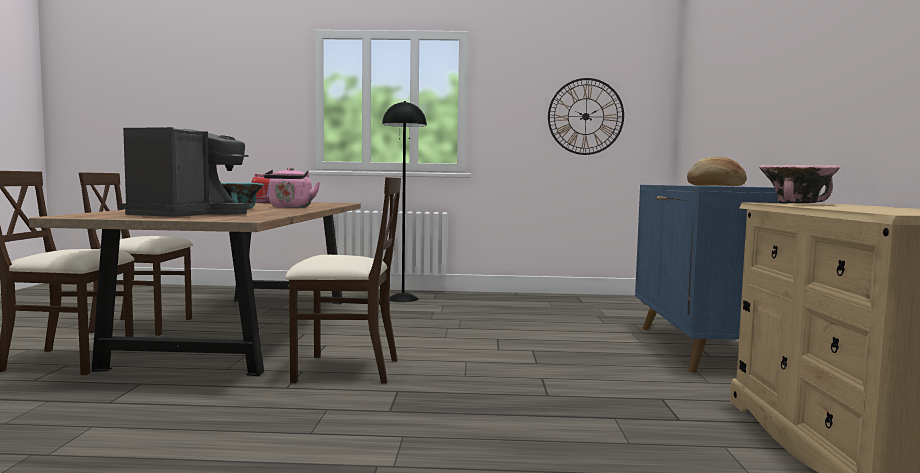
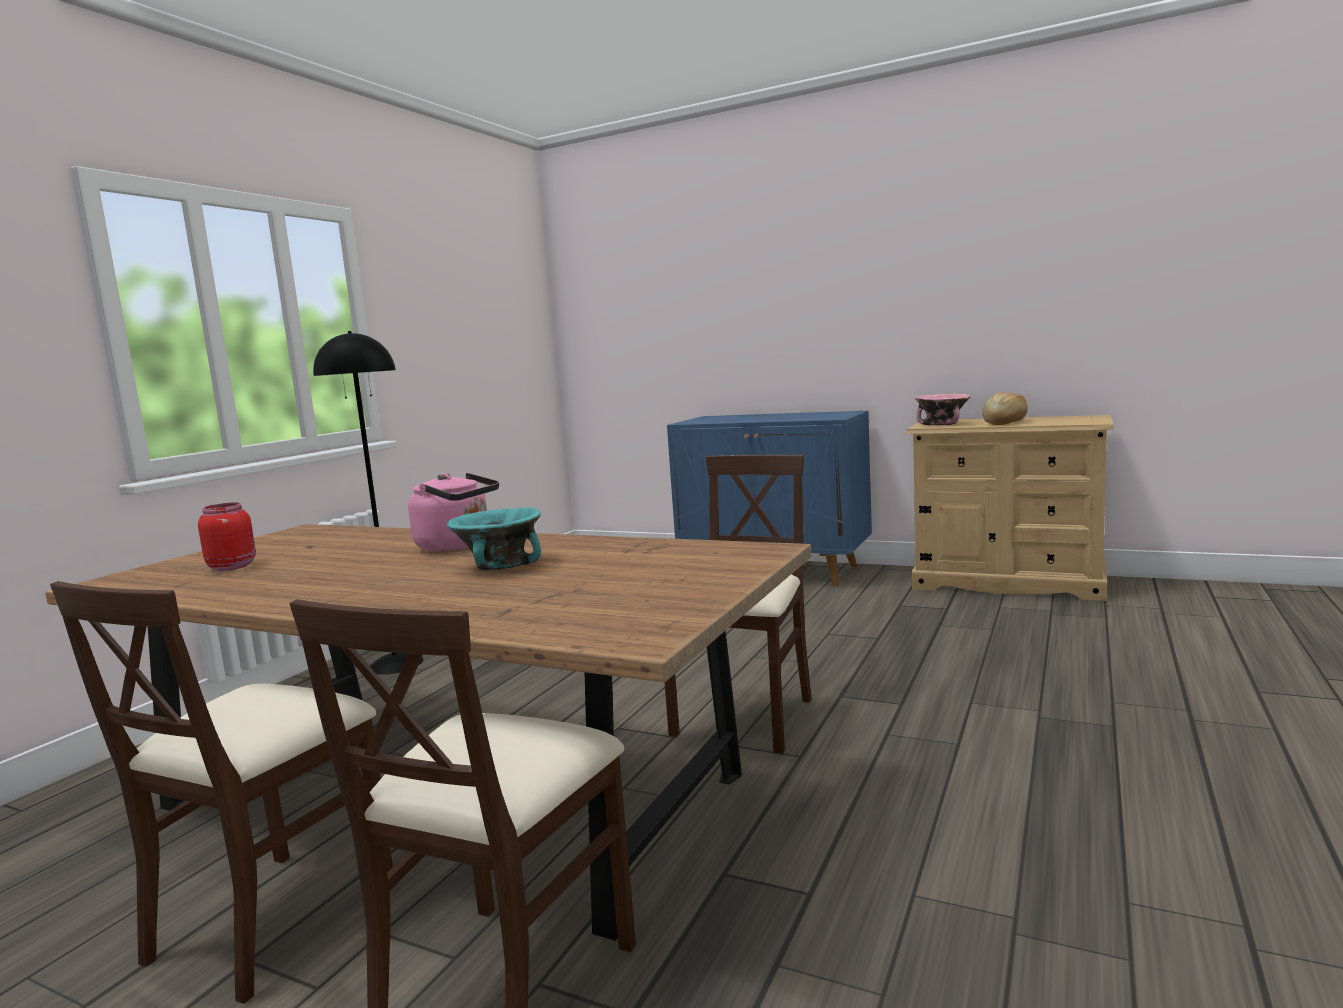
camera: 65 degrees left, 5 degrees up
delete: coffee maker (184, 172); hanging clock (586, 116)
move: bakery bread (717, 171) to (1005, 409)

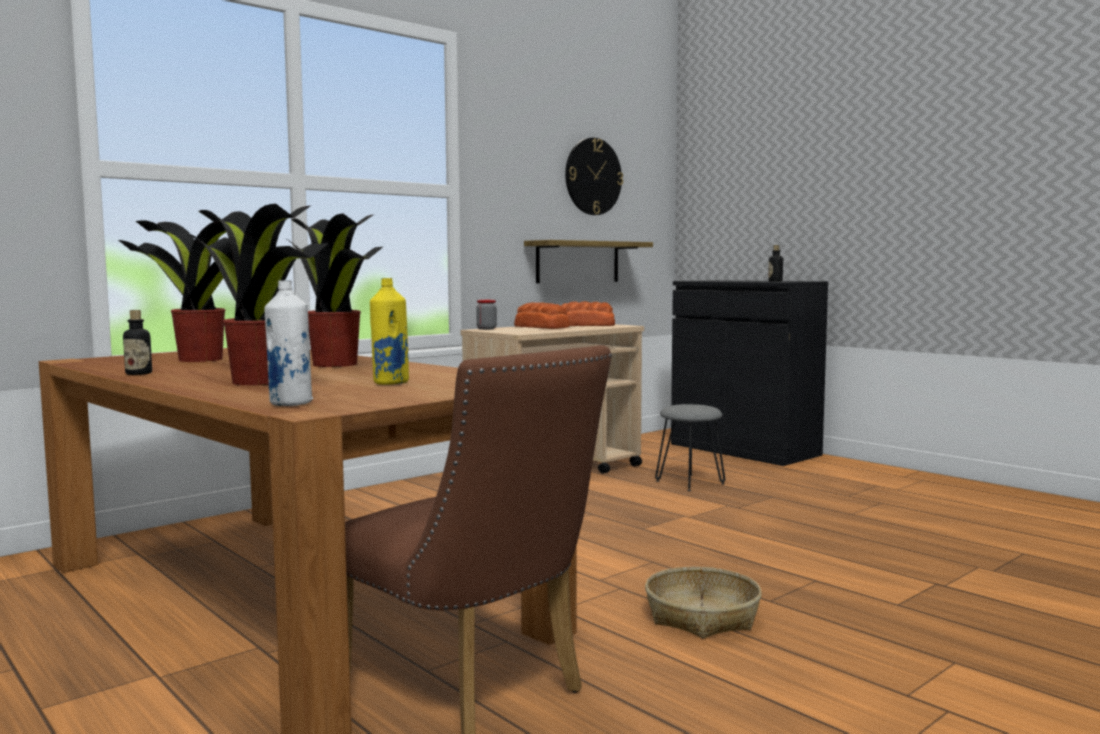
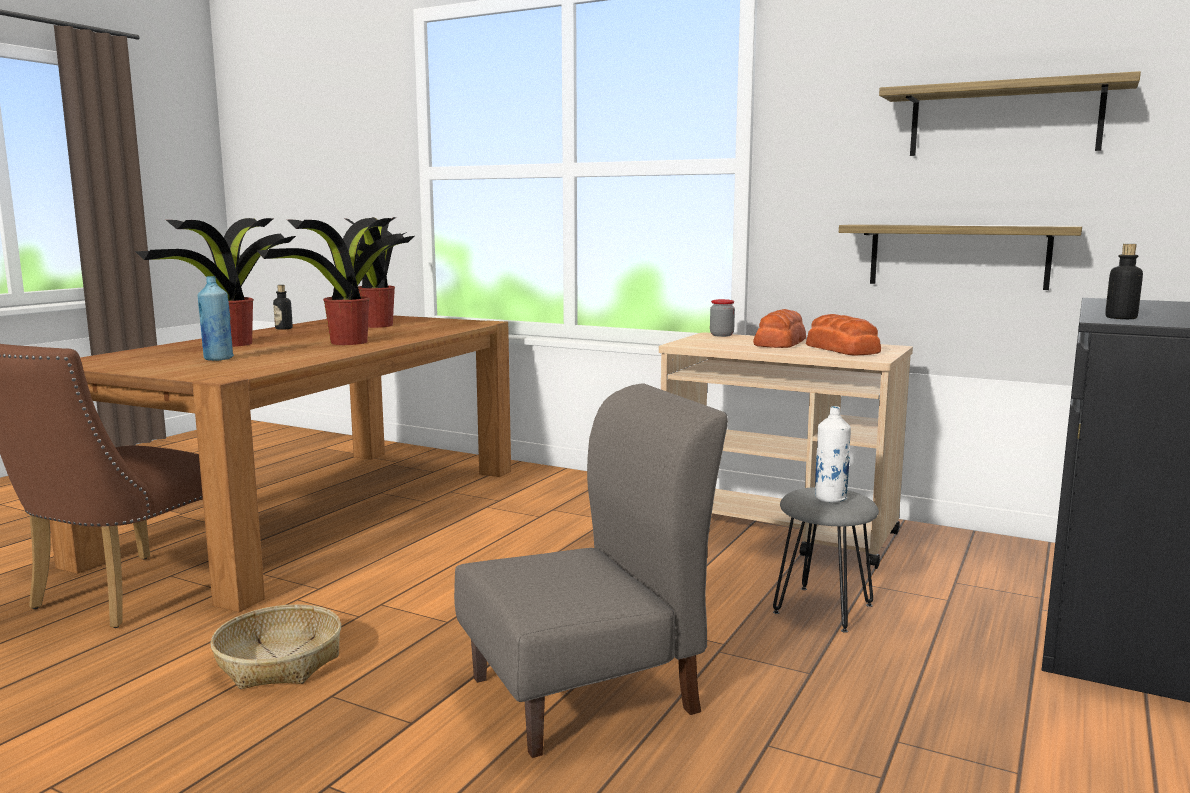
camera: 70 degrees right, 5 degrees up
insert: greyish plain chair (591, 570)
move: whitish beverage bottle (289, 343) to (833, 454)
replace: hanging clock (594, 176) to bracket shelf (1010, 113)
recolor: yellowish beverage bottle (389, 331) to blue-coloured beverage bottle (215, 318)

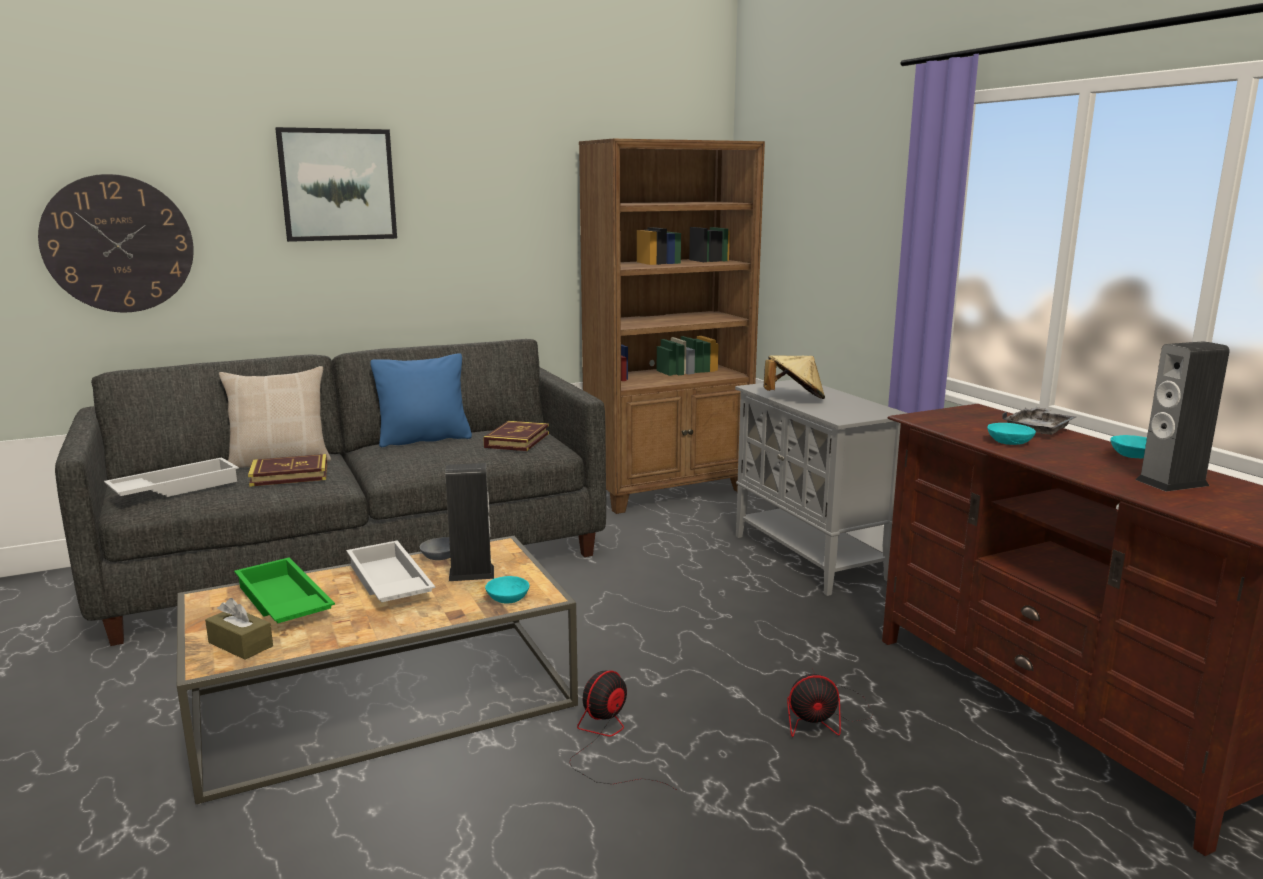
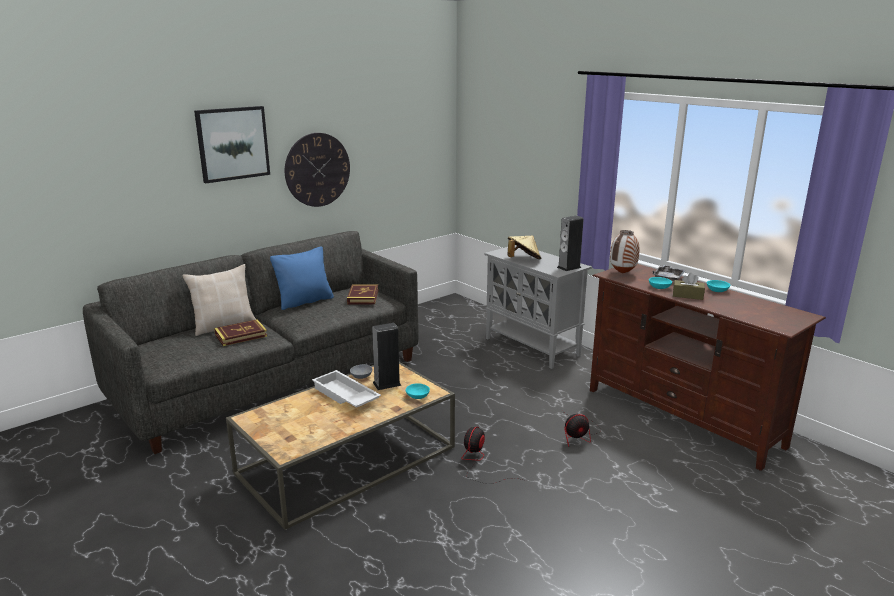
camera: 15 degrees left, 5 degrees up
delete: whitish carrying tray (171, 477); green carrying tray (284, 590); brownish shelving unit (672, 326)
insert: decorative vase (625, 252)
move: hanging clock (116, 243) to (317, 170); brownish tissue box (239, 629) to (689, 286); speaker (1183, 416) to (570, 243)

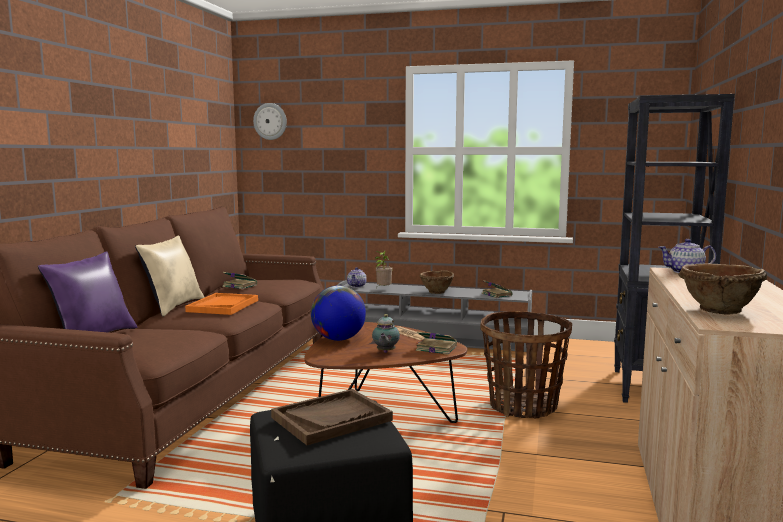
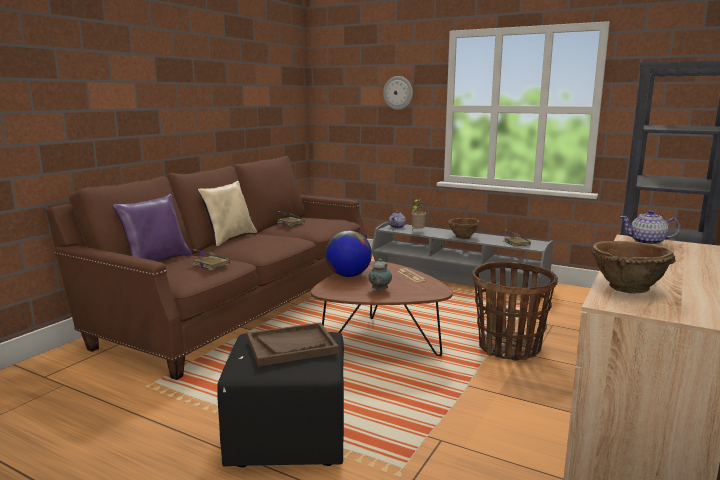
camera: 15 degrees right, 5 degrees up
delete: orange-coloured carrying tray (221, 304)
move: hanging clock (270, 121) to (398, 93); book (436, 343) to (211, 259)

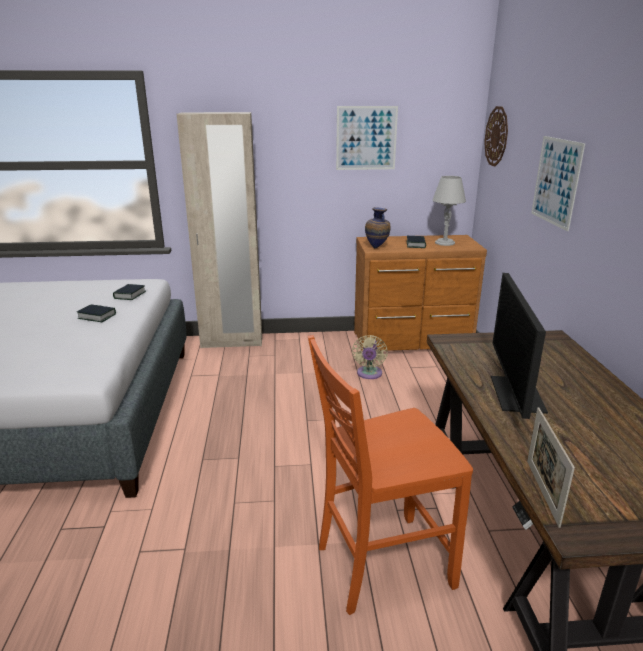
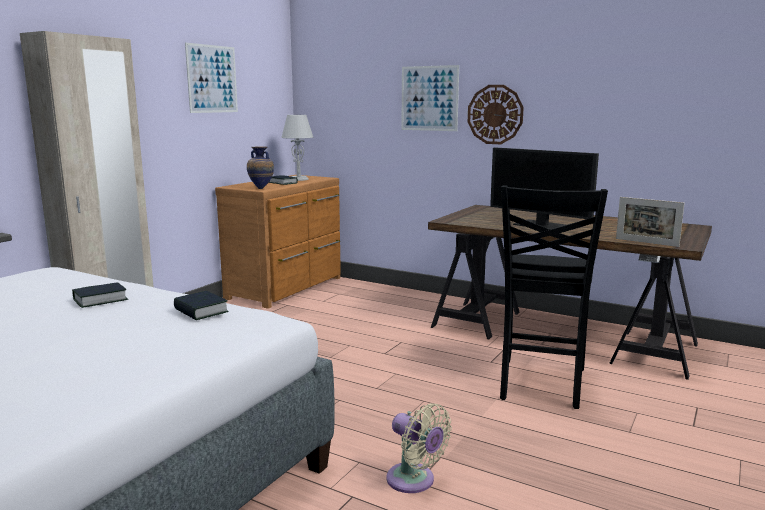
camera: 55 degrees left, 10 degrees down
move: book (129, 292) to (201, 305); beige-coloured cooling fan (370, 357) to (419, 448); hanging clock (496, 136) to (496, 114)
recolor: orange-coloured plain chair (390, 475) to black-coloured plain chair (554, 297)

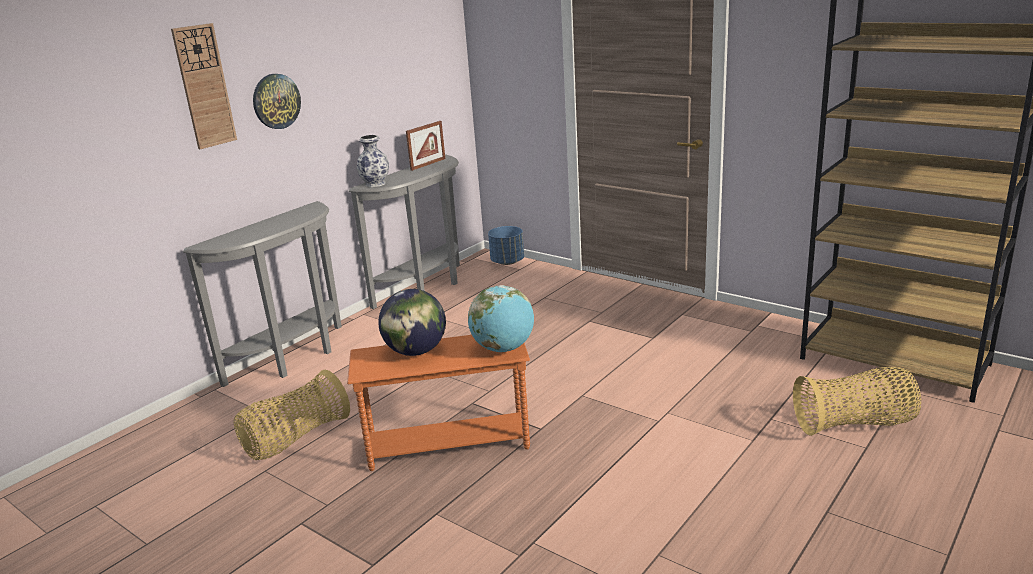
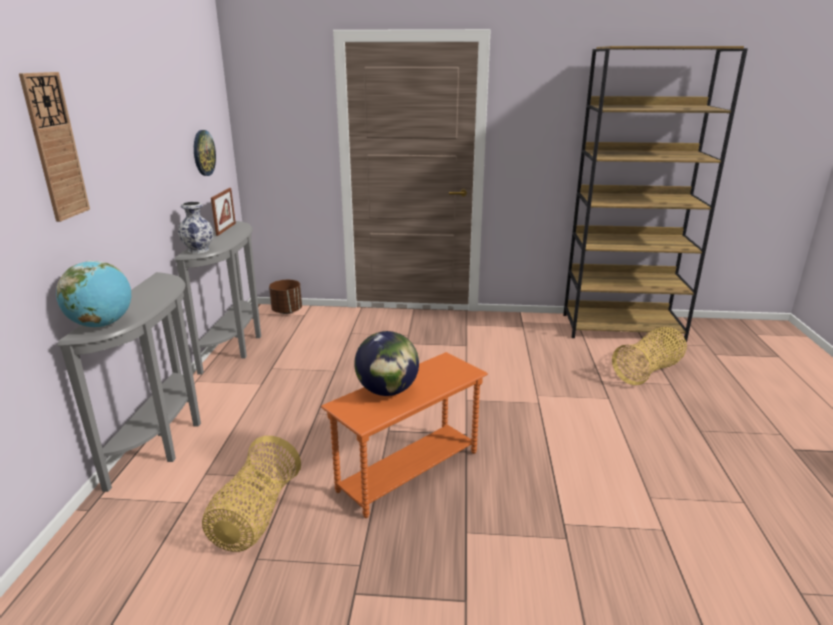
camera: 35 degrees left, 0 degrees up
move: hanging clock (277, 101) to (205, 153); desk globe (501, 318) to (93, 294)
recolor: blue-coloured plant pot (506, 245) to brownish plant pot (285, 297)

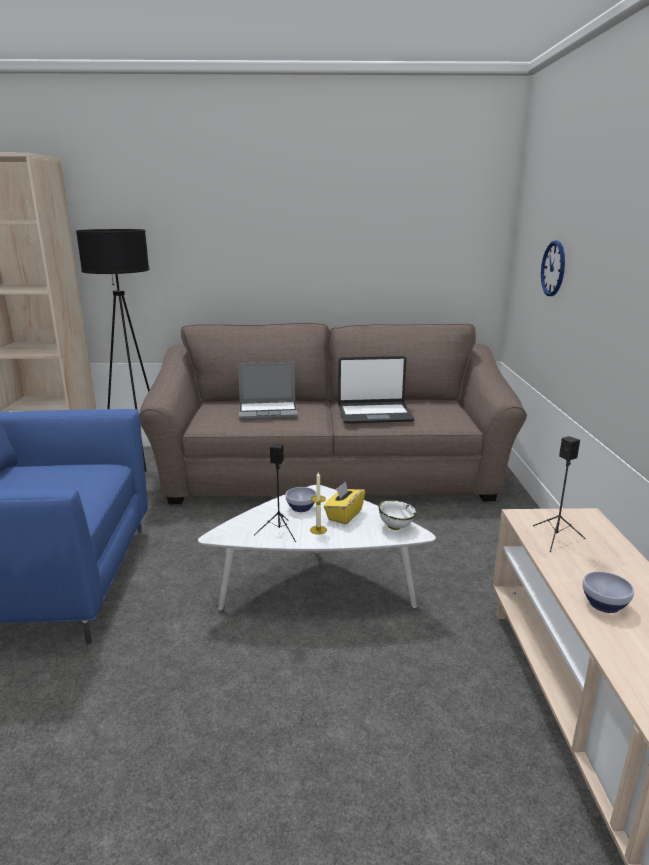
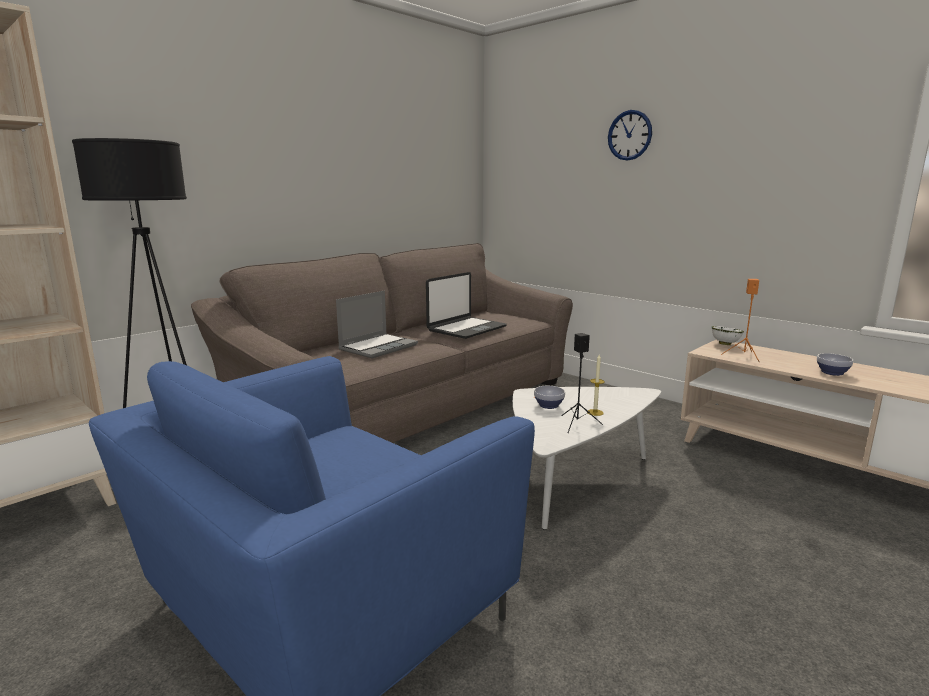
camera: 45 degrees left, 5 degrees down
delete: yellowish tissue box (344, 502)
move: whitish serving bowl (397, 515) to (728, 335); hanging clock (553, 268) to (630, 135)
recolor: black-coloured speaker (559, 494) to orange-coloured speaker (740, 320)

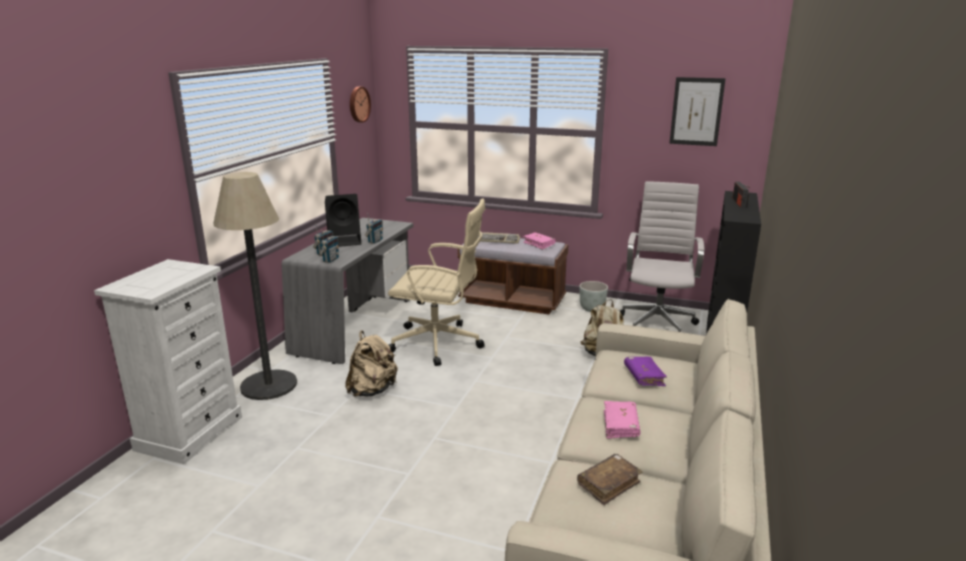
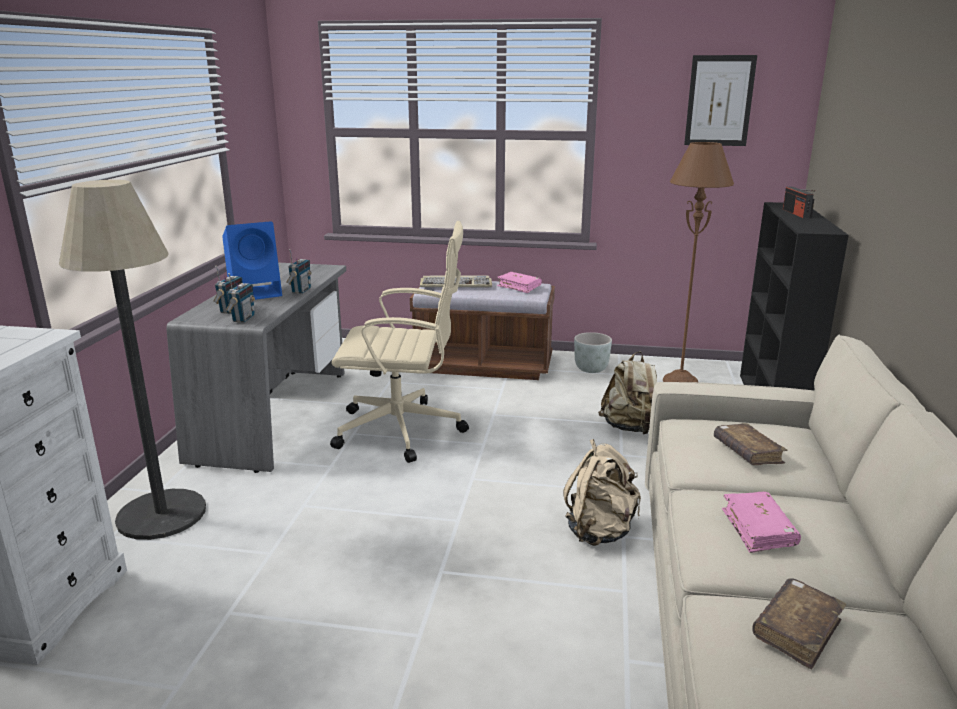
camera: 10 degrees left, 0 degrees up
delete: hanging clock (360, 104)
move: beige-coloured knapsack (371, 363) to (602, 492)
replace: whitish computer chair (662, 256) to brownish floor lamp (698, 262)
recolor: black-coloured speaker (343, 220) to blue-coloured speaker (252, 260); purple-coloured book (645, 371) to brownish book (751, 444)

